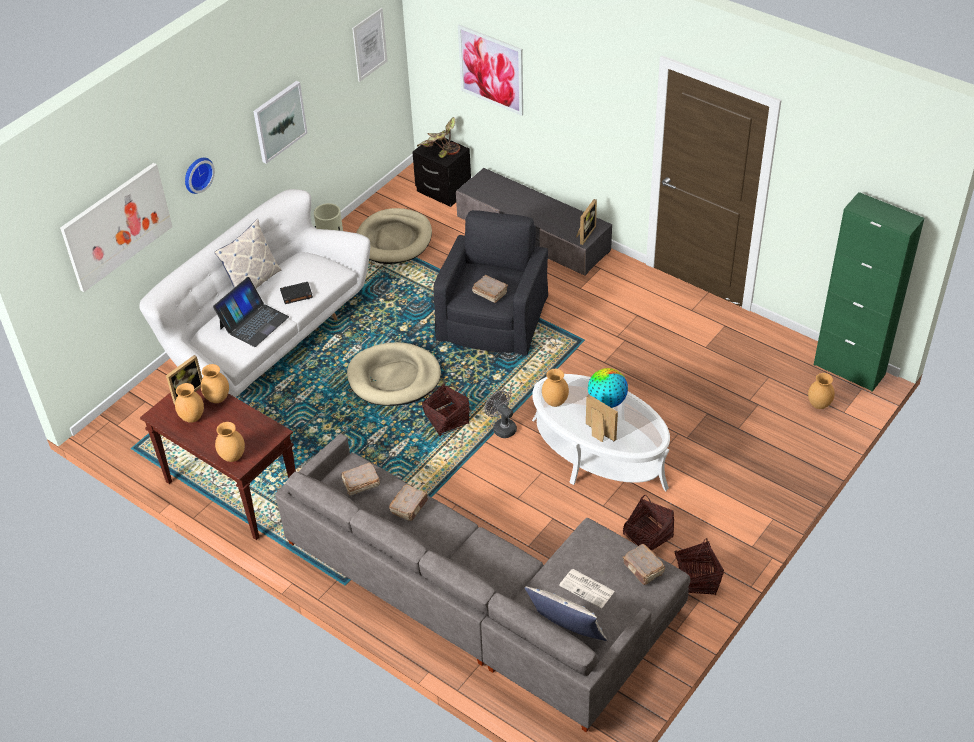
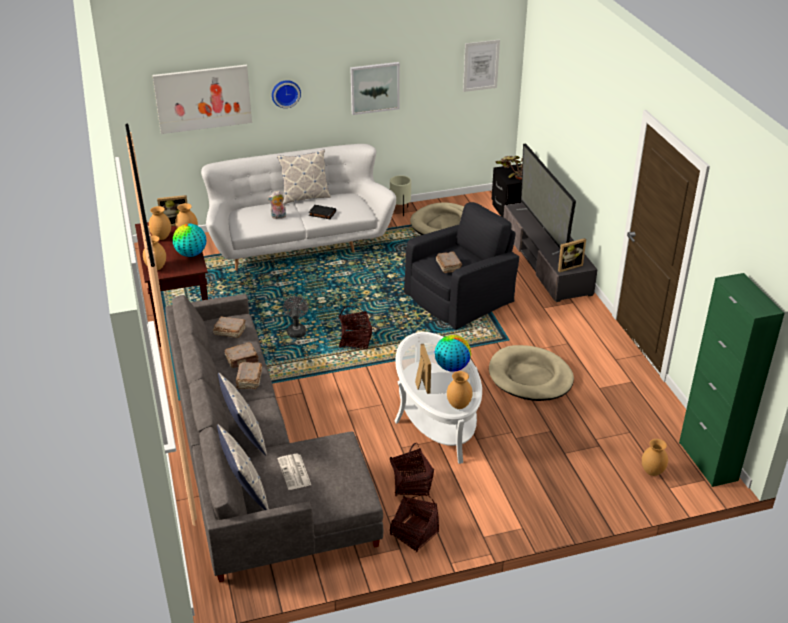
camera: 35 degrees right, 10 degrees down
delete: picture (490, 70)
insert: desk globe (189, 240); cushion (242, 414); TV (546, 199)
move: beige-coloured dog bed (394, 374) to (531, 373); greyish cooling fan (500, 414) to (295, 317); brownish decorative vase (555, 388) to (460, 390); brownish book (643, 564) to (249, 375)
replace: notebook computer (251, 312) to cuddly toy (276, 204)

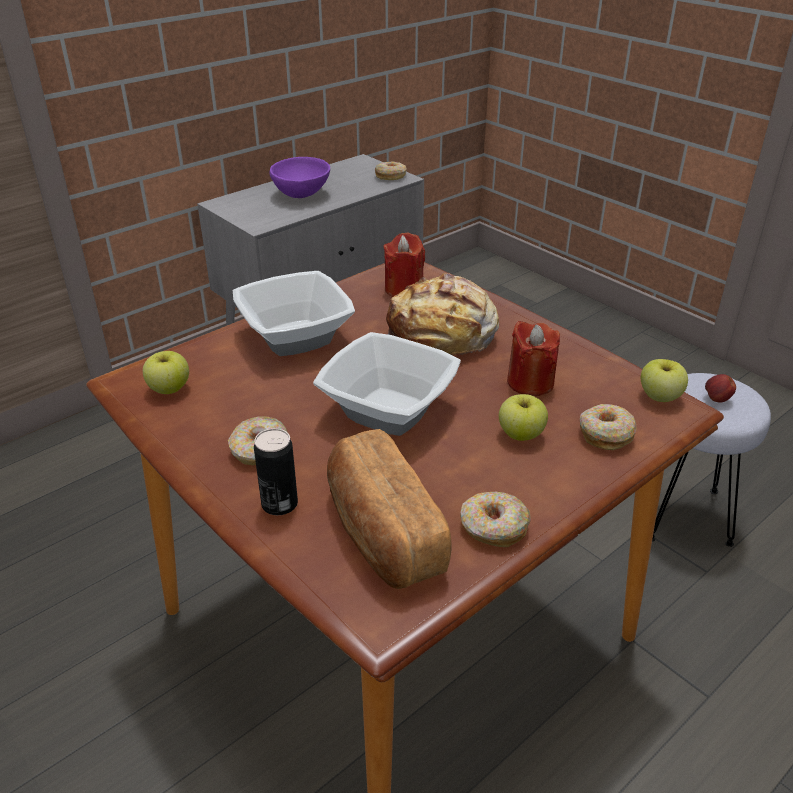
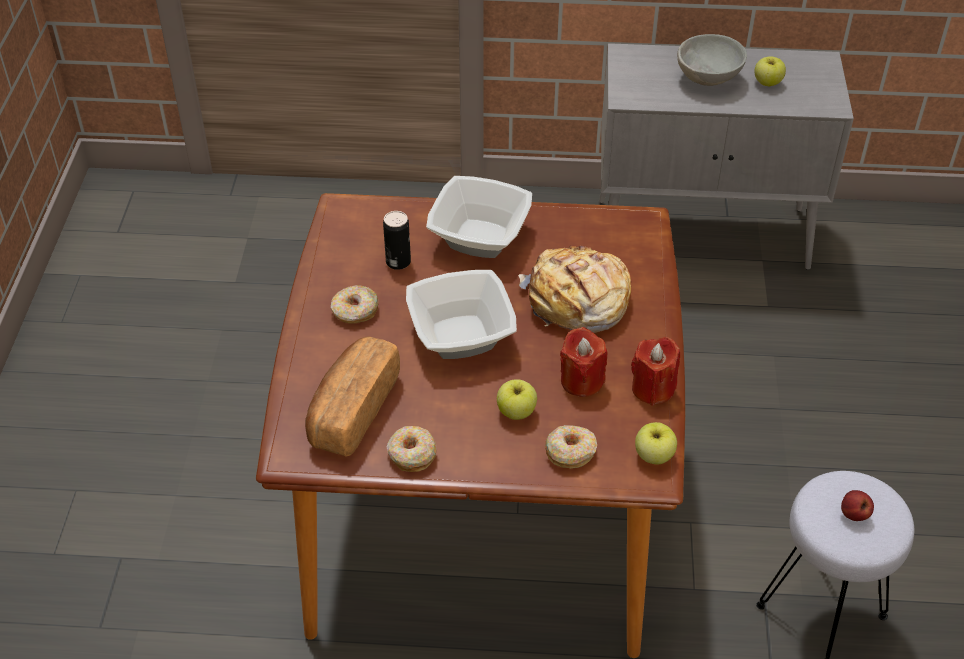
camera: 45 degrees right, 10 degrees up
delete: donut (391, 170)
move: whole apple (166, 372) to (770, 71); metal can (276, 471) to (397, 240); reddish wax light (404, 265) to (655, 371)
recolor: purple-coloured serving bowl (299, 177) to greyish serving bowl (712, 60)

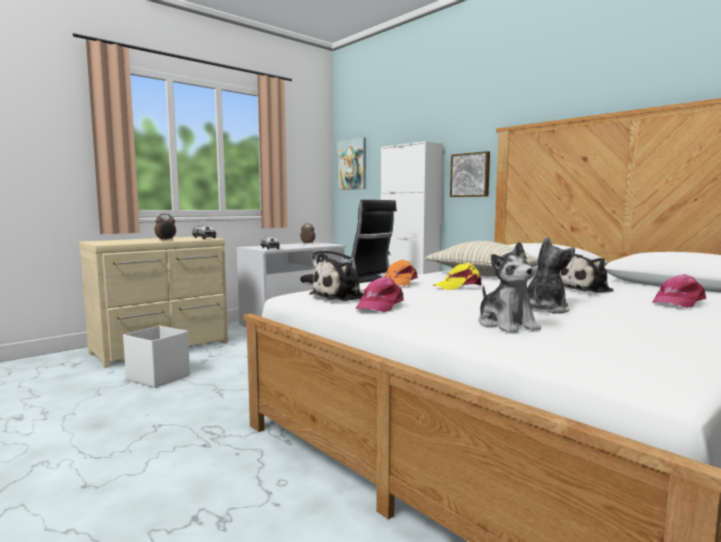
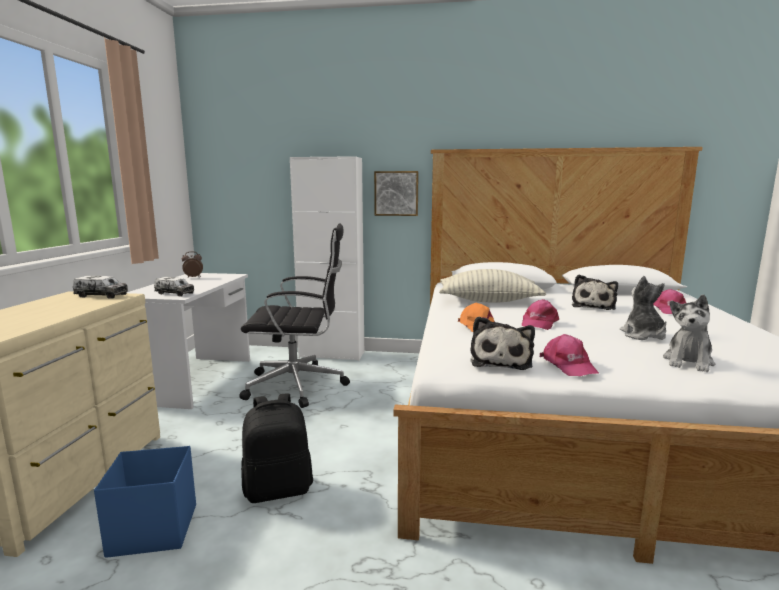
camera: 40 degrees left, 5 degrees up
delete: table clock (165, 227); picture (351, 163)
insert: black-coloured knapsack (277, 448)
recolor: whitish storage box (156, 357) to blue-coloured storage box (145, 502); yellowish baseball cap (458, 276) to pink baseball cap (540, 314)
rotate: cuddly toy (510, 287) = (689, 333) 90 degrees clockwise

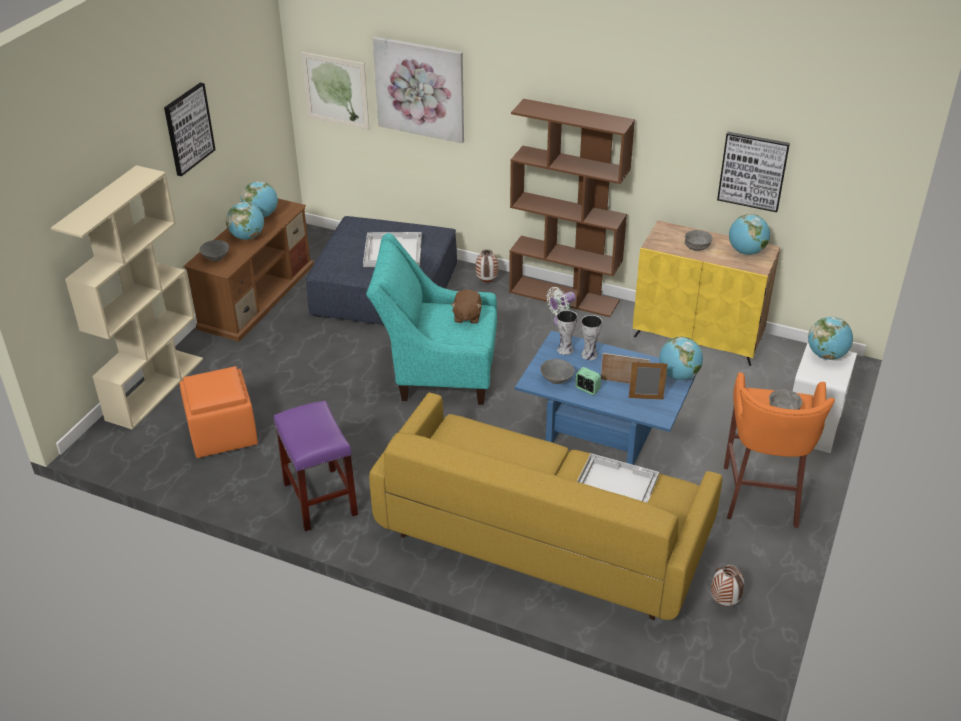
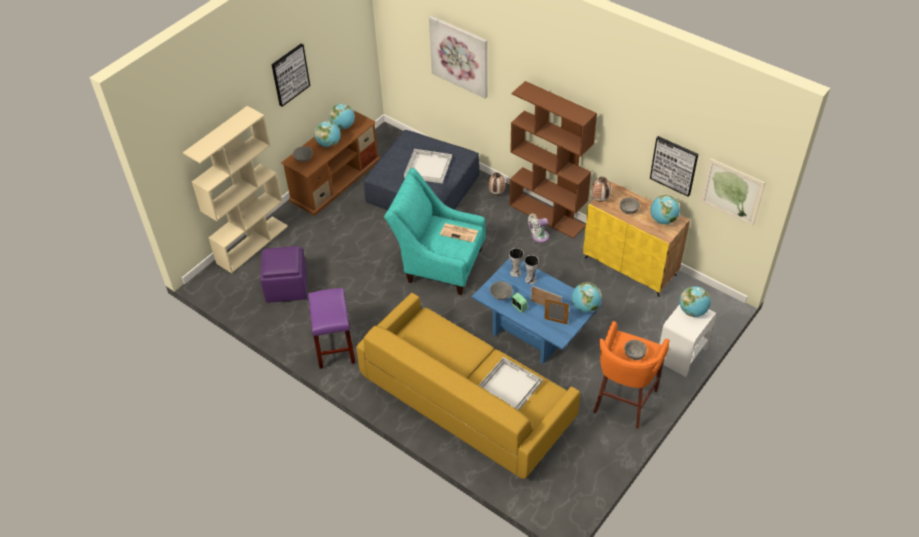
camera: 15 degrees right, 10 degrees up
move: picture (335, 91) to (732, 192); decorative vase (727, 585) to (601, 189)
replace: brownish cuddly toy (466, 307) to printed paper (459, 232)
recolor: orange-coloured footrest (218, 412) to purple-coloured footrest (283, 274)

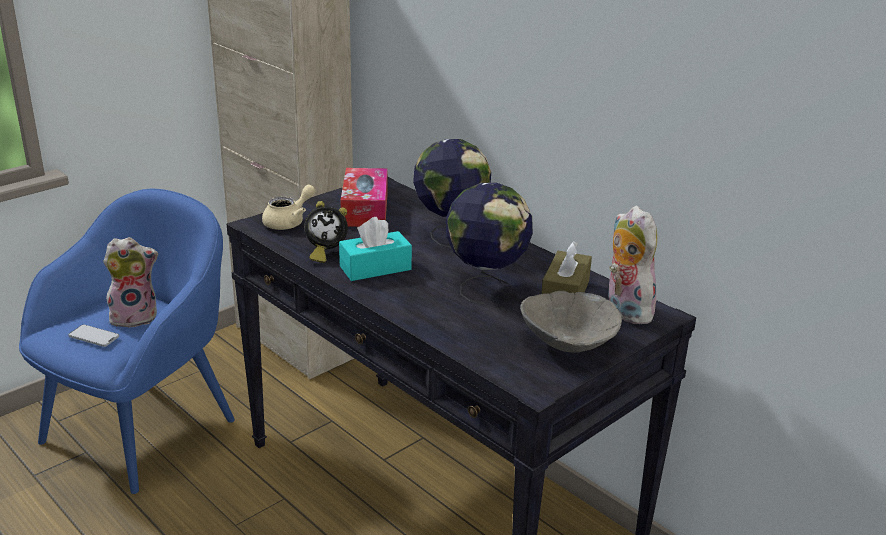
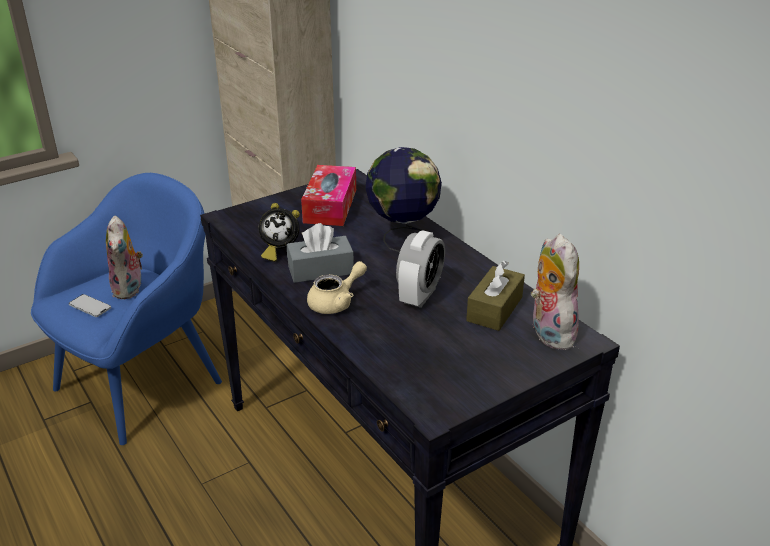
camera: 10 degrees right, 5 degrees up
delete: greyish serving bowl (571, 322)
move: beige-coloured tea pot (288, 207) to (337, 287)
replace: desk globe (489, 243) to table clock (420, 269)
recolor: turquoise tissue box (375, 249) to greyish tissue box (320, 253)
rotate: cuddly toy (130, 282) = (125, 257) 90 degrees clockwise

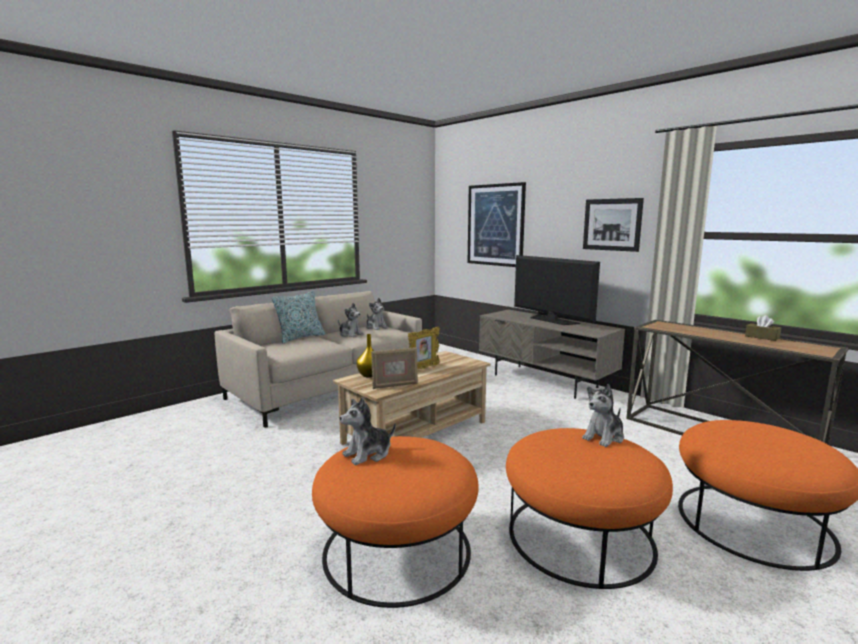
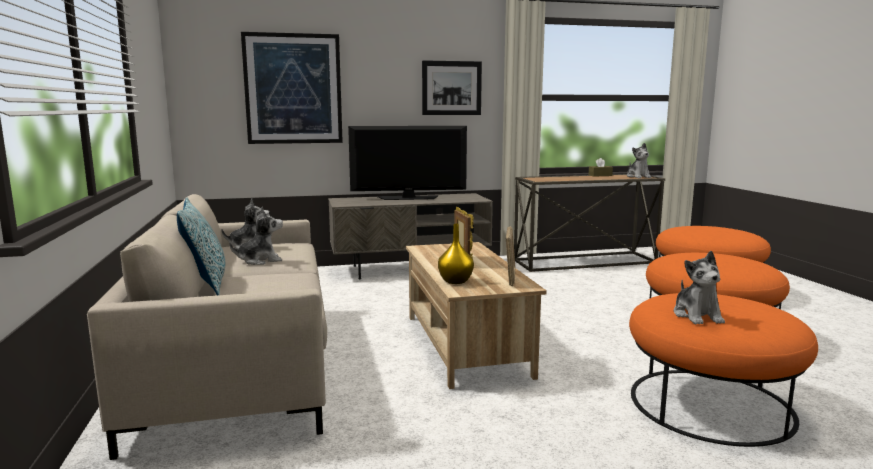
camera: 60 degrees left, 0 degrees up
move: cuddly toy (603, 415) to (639, 160)

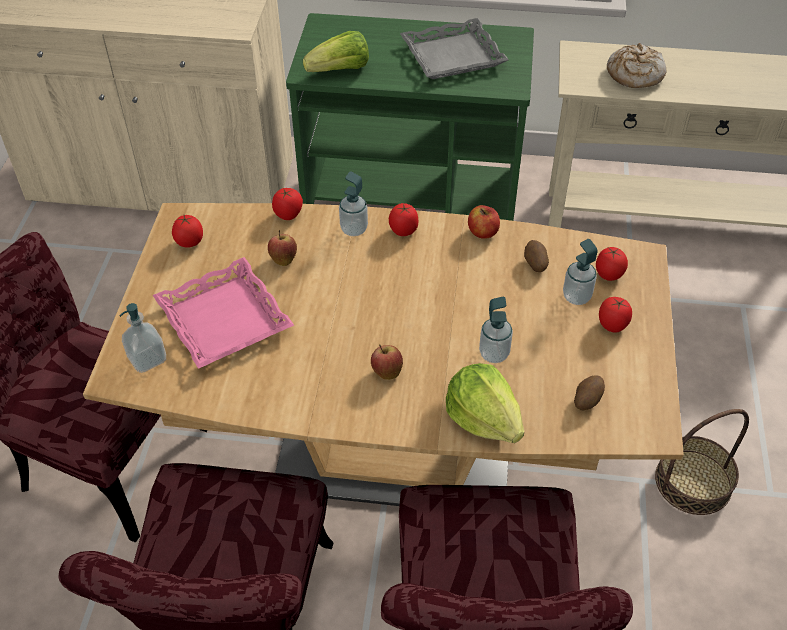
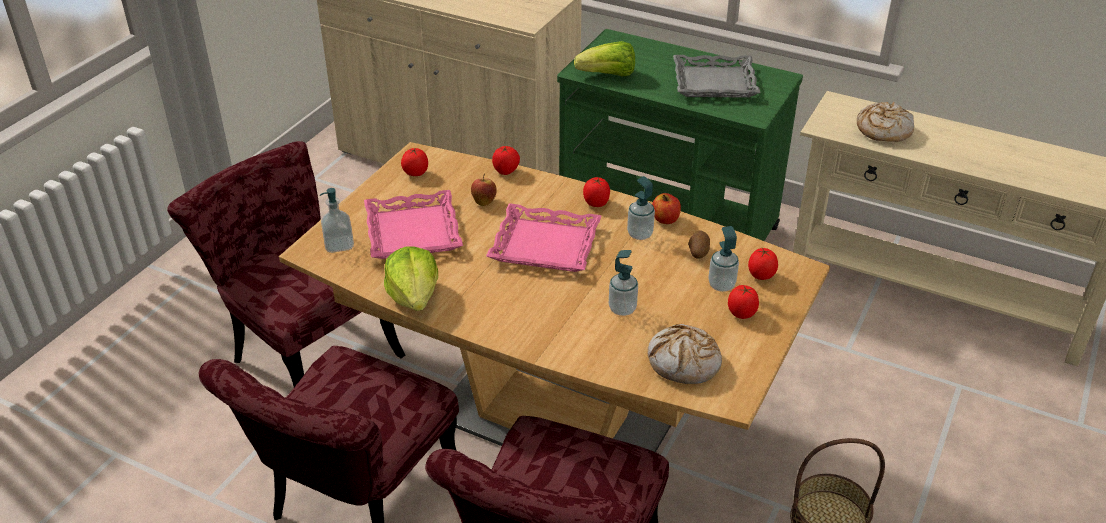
camera: 20 degrees right, 10 degrees down
delete: whole apple (387, 362)
insert: pink carrying tray (544, 238)
move: soap dispenser (353, 203) to (641, 208); lettuce (485, 403) to (411, 279)
replace: potato (589, 392) to bakery bread (684, 354)

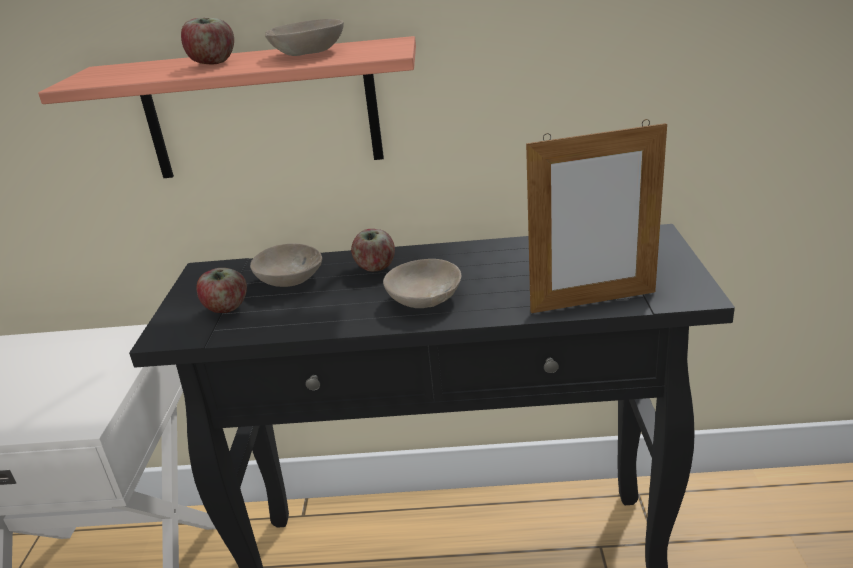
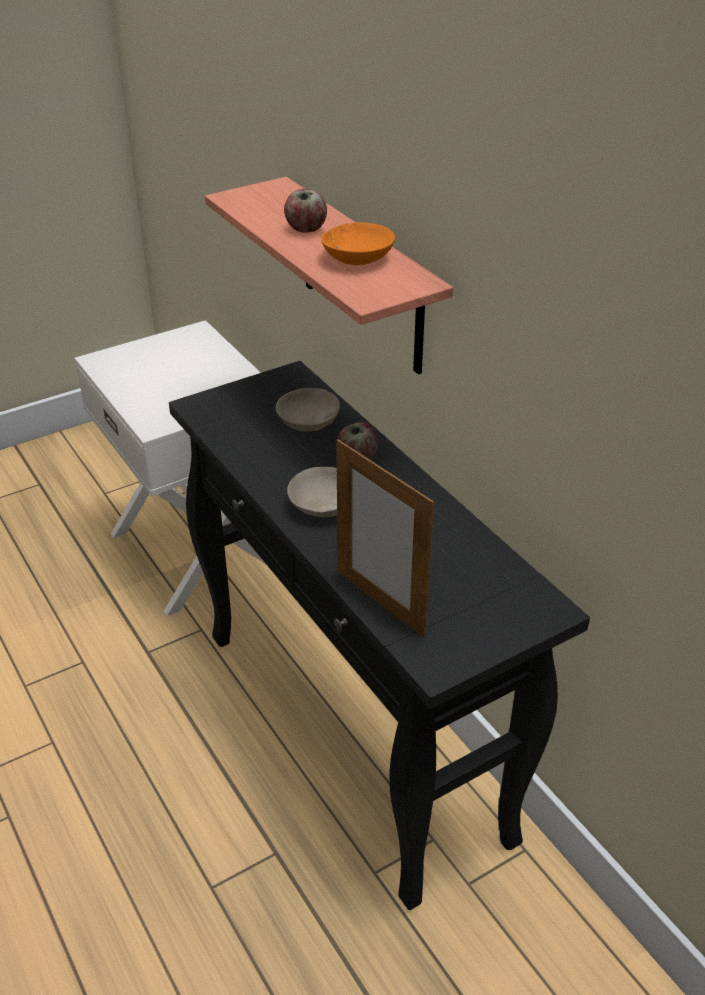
camera: 55 degrees right, 10 degrees up
delete: whole apple (222, 290)
recolor: beige-coloured serving bowl (304, 37) to orange-coloured serving bowl (358, 243)

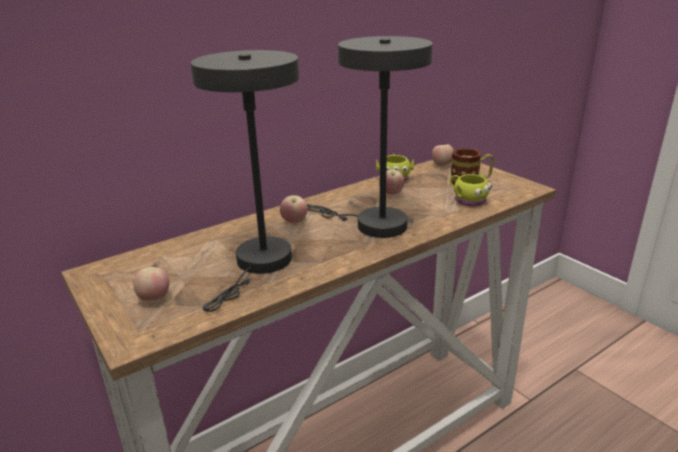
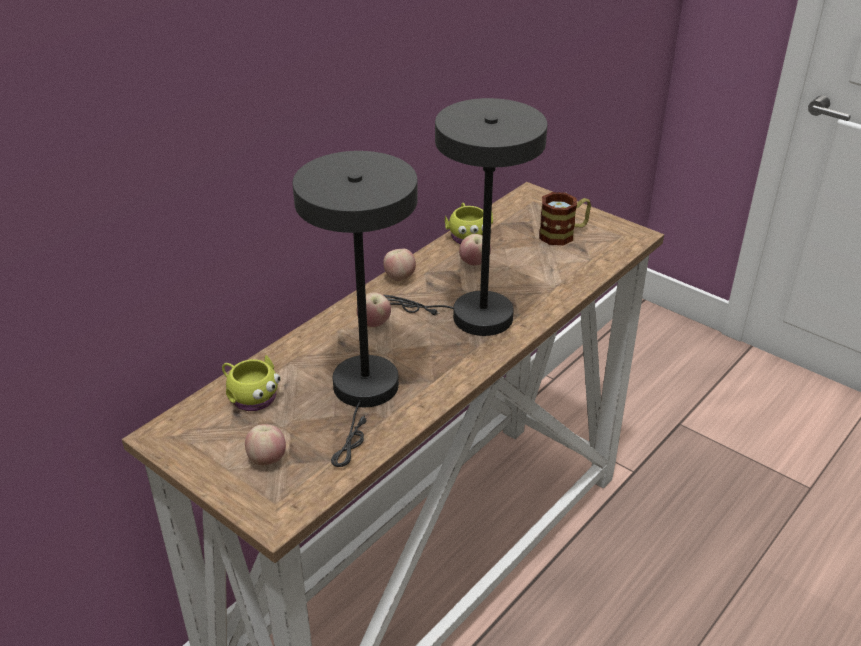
camera: 15 degrees left, 10 degrees up
move: whole apple (443, 155) to (399, 265); yellowish mug (471, 190) to (251, 383)

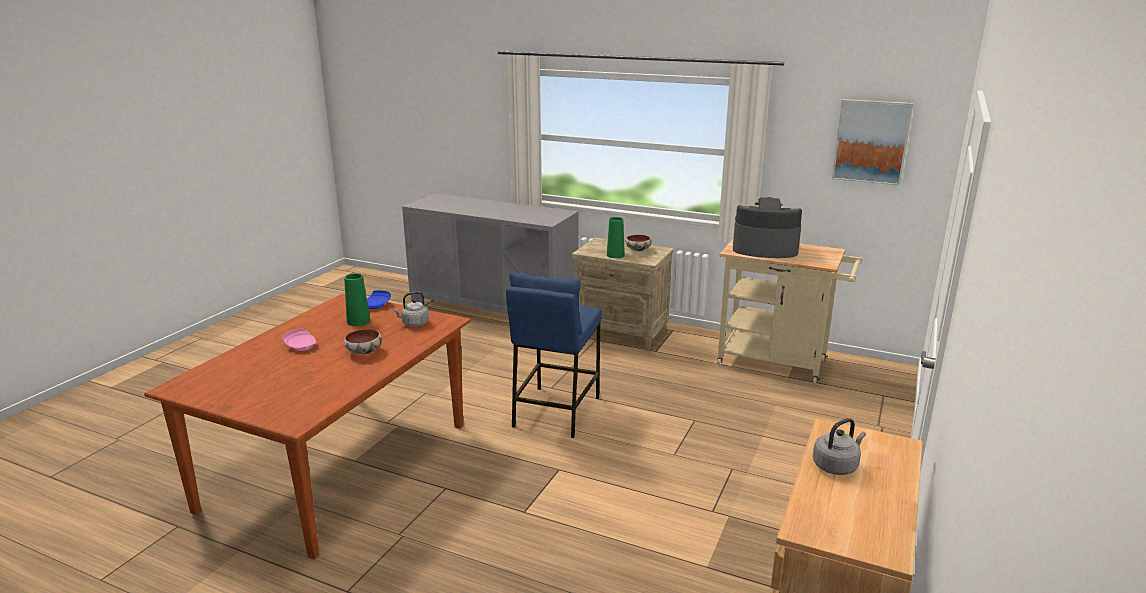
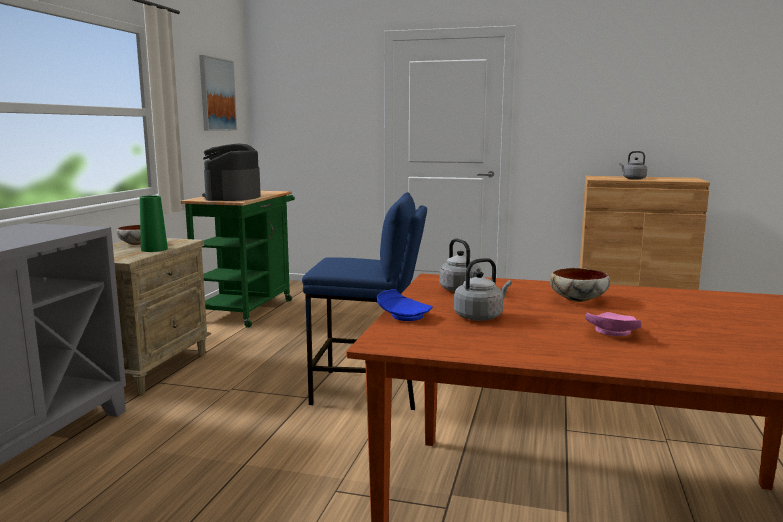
camera: 100 degrees left, 10 degrees down
replace: green decorative vase (357, 300) to greyish tea kettle (483, 289)
recolor: beige-coloured trolley (789, 311) to green trolley (237, 259)

